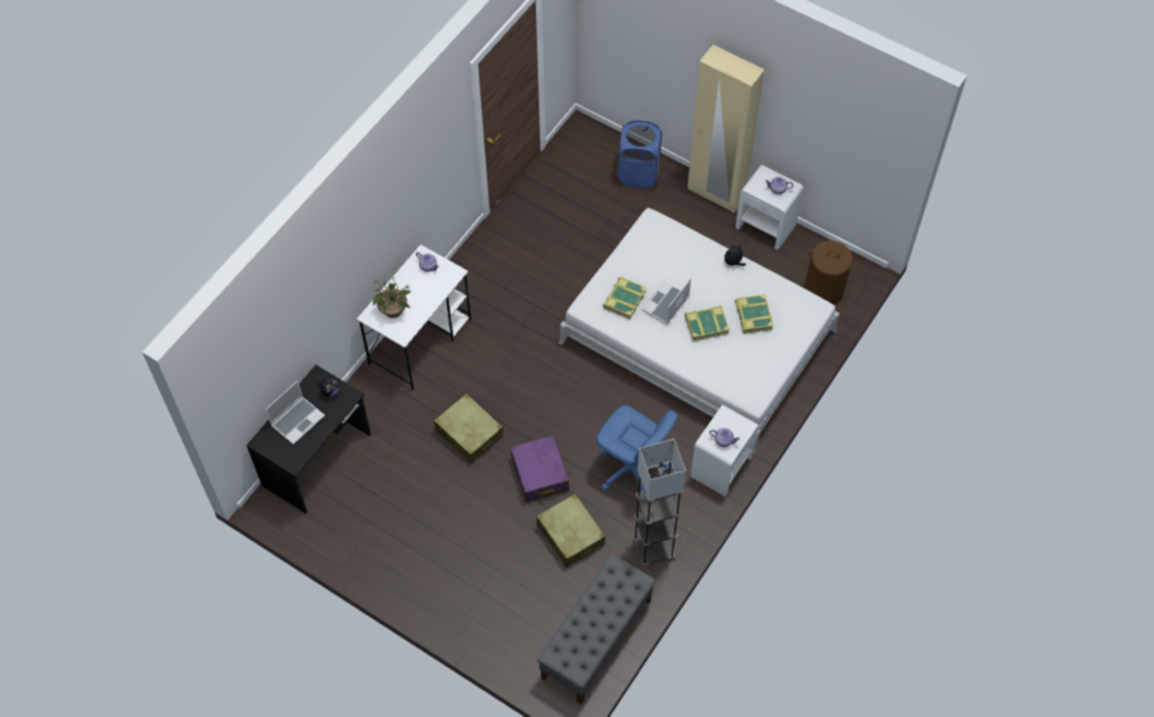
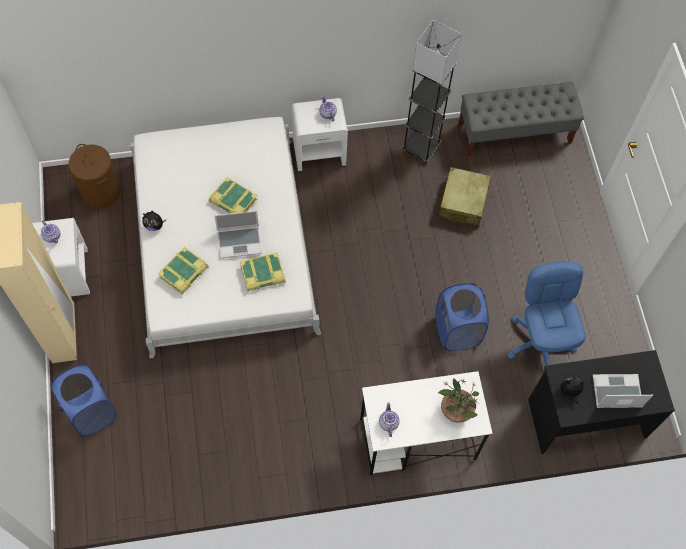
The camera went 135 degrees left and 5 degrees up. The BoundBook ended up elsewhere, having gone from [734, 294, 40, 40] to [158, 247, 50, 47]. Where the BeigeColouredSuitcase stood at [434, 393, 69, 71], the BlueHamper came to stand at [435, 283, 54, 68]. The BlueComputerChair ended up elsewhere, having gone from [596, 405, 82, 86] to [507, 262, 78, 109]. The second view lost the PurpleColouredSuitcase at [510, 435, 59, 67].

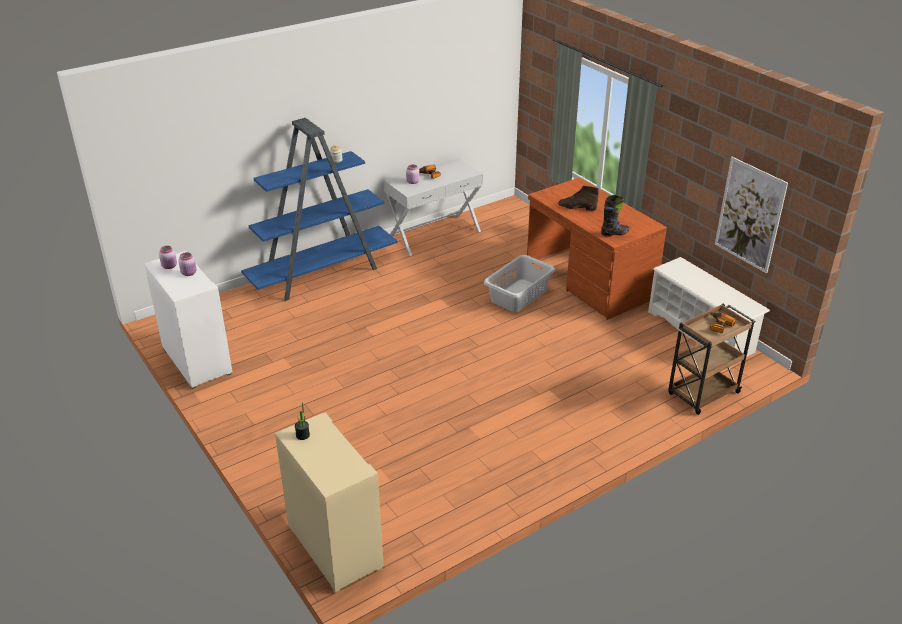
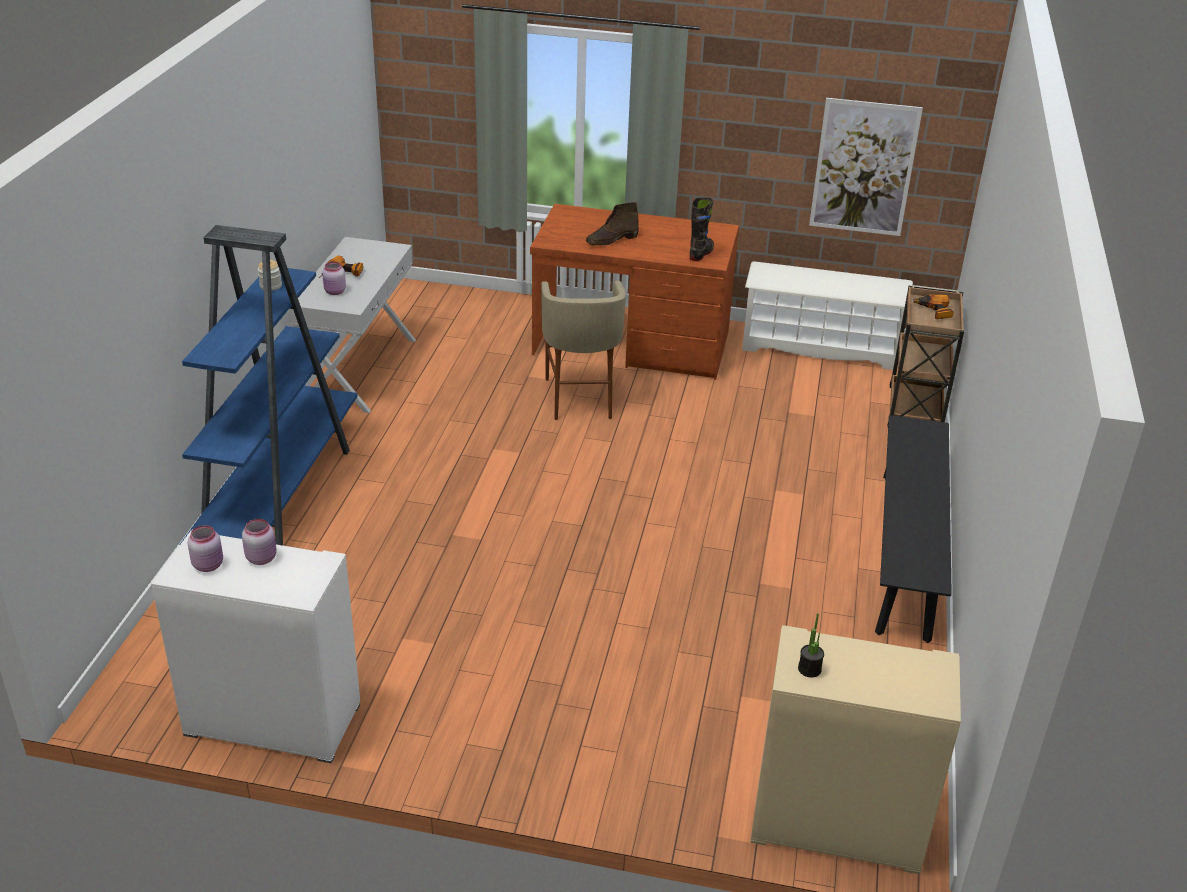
The camera went 45 degrees left and 0 degrees up. Where the GrayHamper stood at [484, 255, 71, 57], the BeigeColouredStool came to stand at [541, 281, 85, 139]. The second view gained the BlackColouredBench at [875, 415, 77, 228].

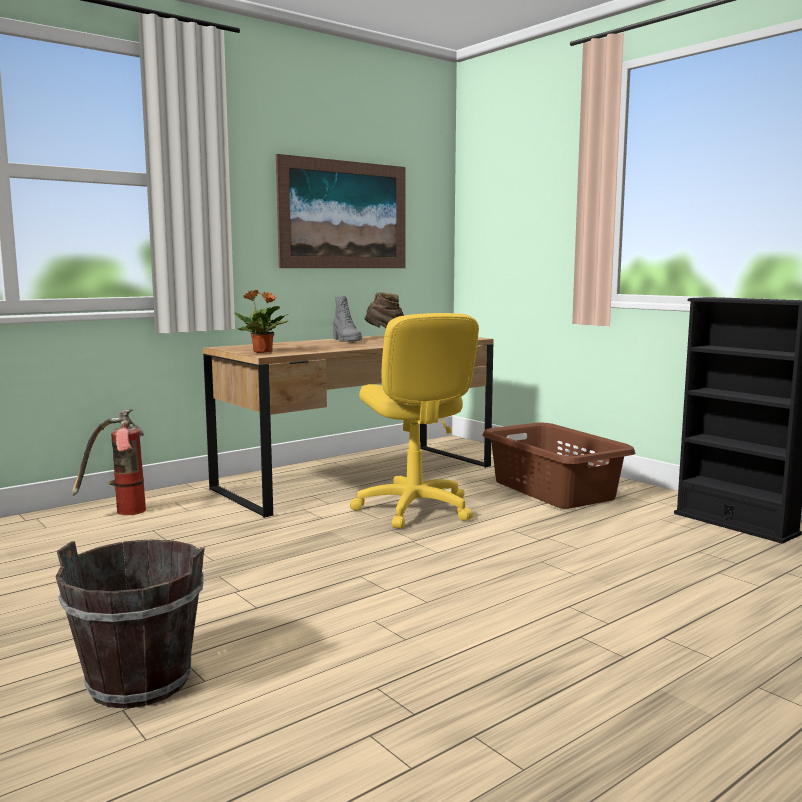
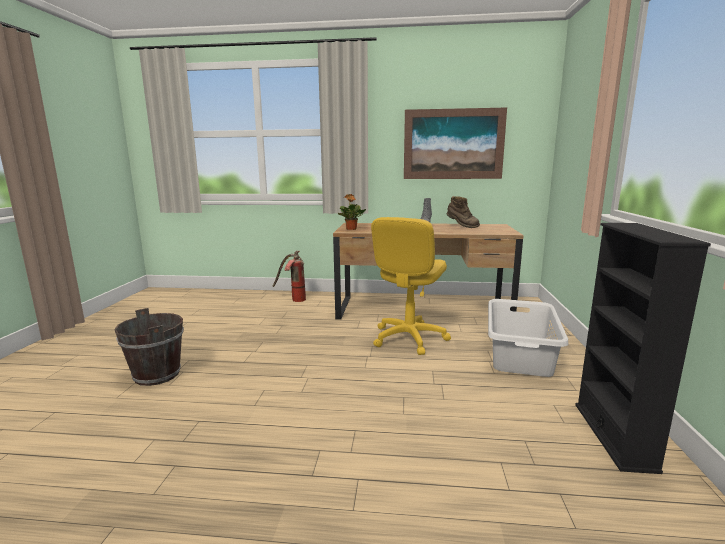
The camera went 45 degrees right and 5 degrees up. What was the BrownishHamper at [482, 422, 153, 87] turned into the WhiteColouredHamper at [488, 299, 81, 78].

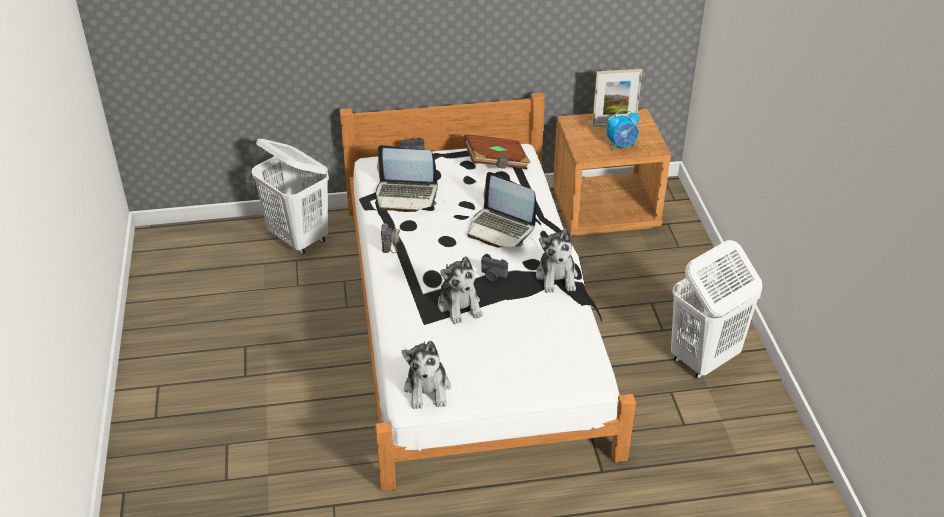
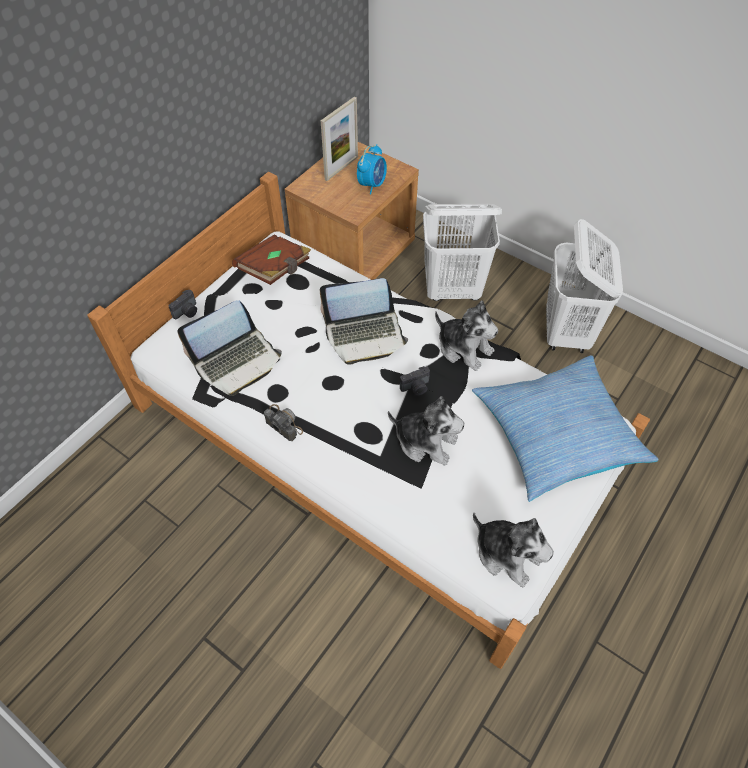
The camera went 45 degrees left and 15 degrees up. The WhiteColouredHamper ended up elsewhere, having gone from [251, 139, 78, 116] to [423, 204, 79, 97]. The second view gained the ThrowPillow at [472, 355, 187, 147].

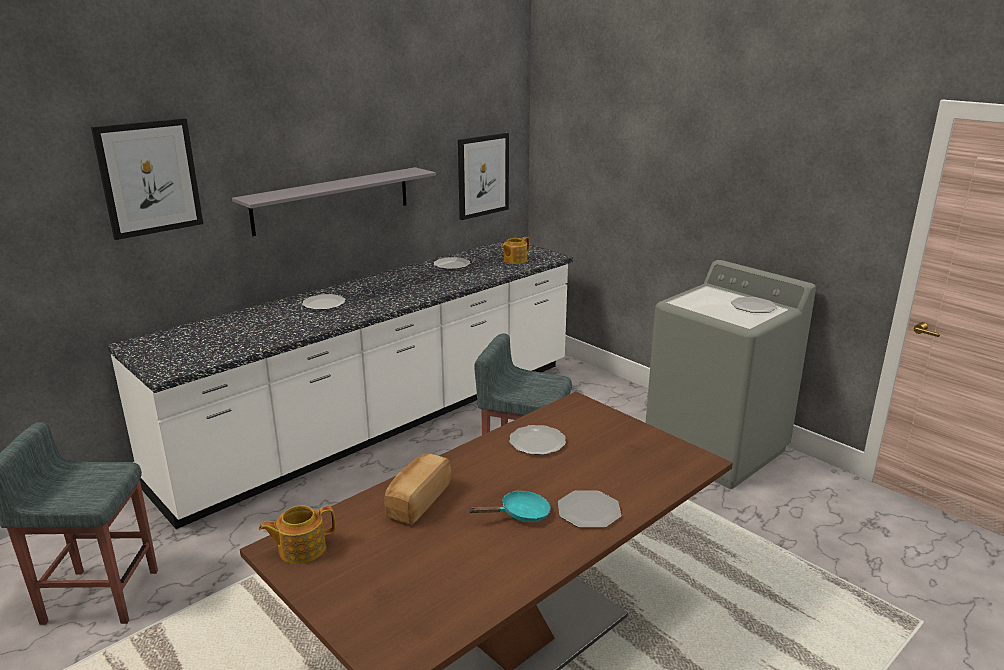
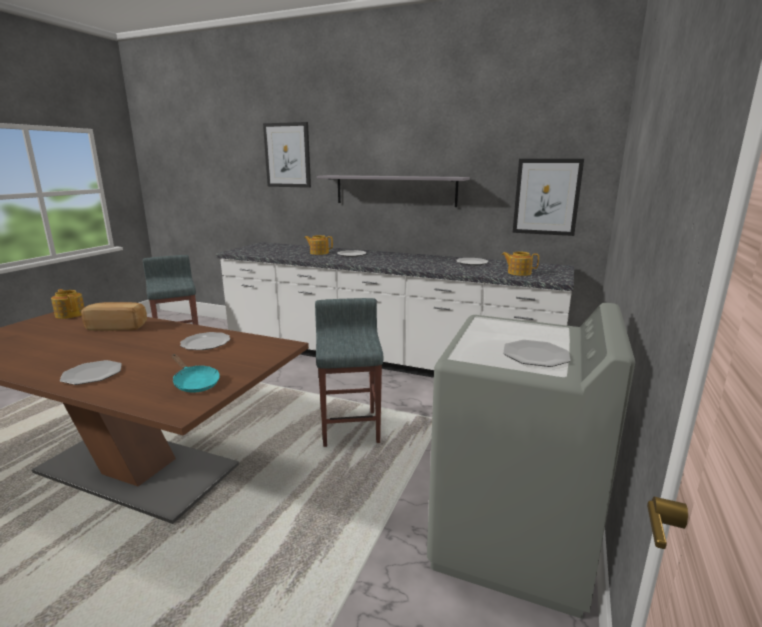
The camera went 65 degrees right and 5 degrees down. The BlueGreenPan ended up elsewhere, having gone from [469, 490, 82, 32] to [172, 354, 48, 39]. The second view gained the PotForTea at [304, 235, 29, 20].

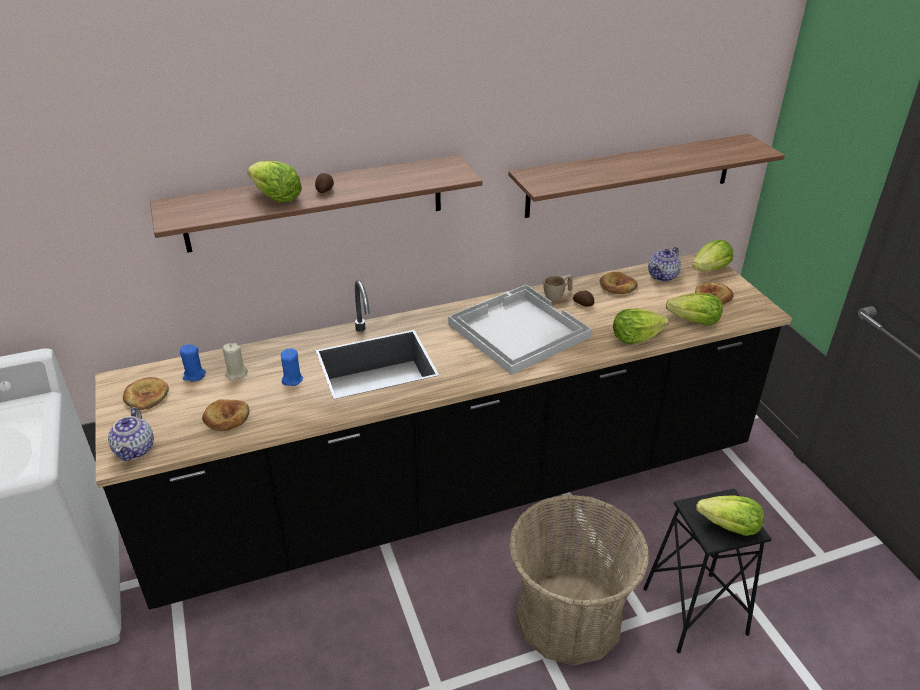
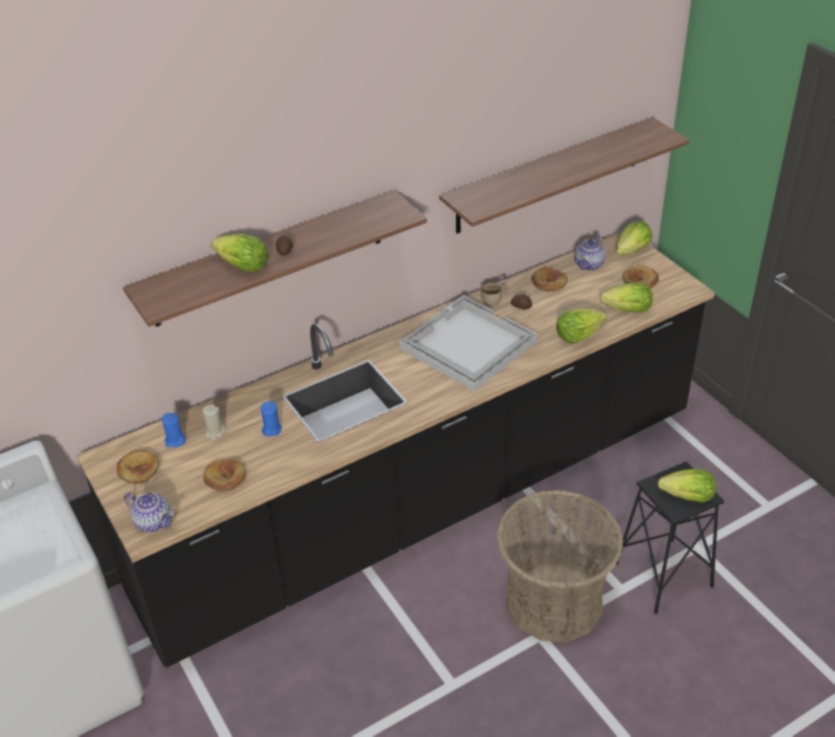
The camera went 10 degrees left and 5 degrees up. The PotForTea at [108, 407, 46, 54] ended up facing another way, 45 degrees counterclockwise from before.

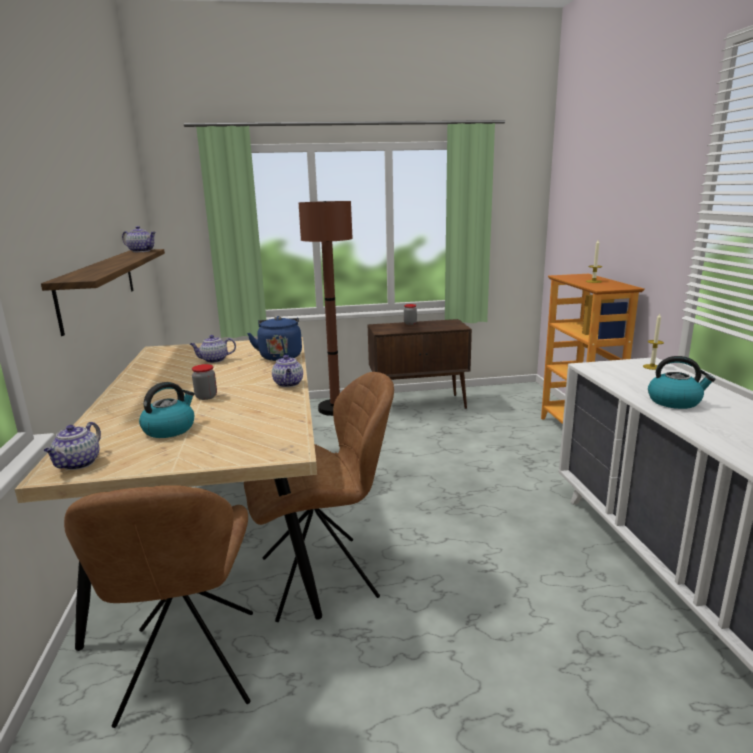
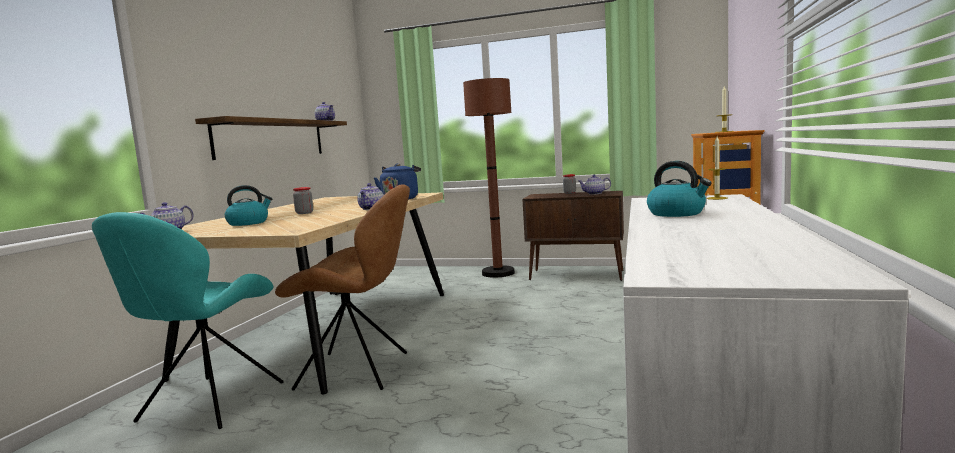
The camera went 25 degrees right and 10 degrees down. The PotForTea ended up elsewhere, having gone from [189, 335, 47, 28] to [578, 175, 33, 20]. What was the BrownishChair at [64, 485, 189, 243] turned into the BlueGreenChair at [92, 212, 192, 217].

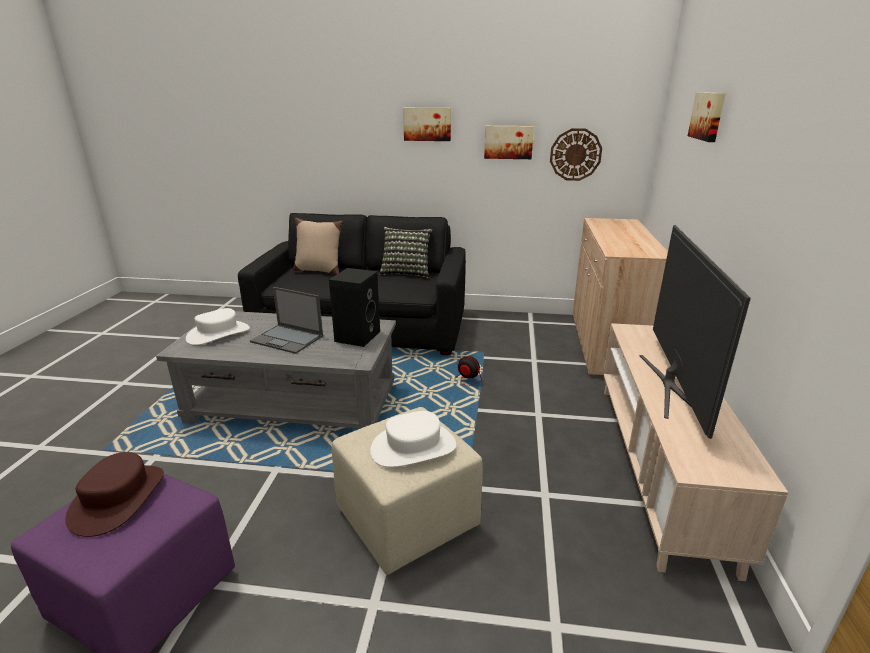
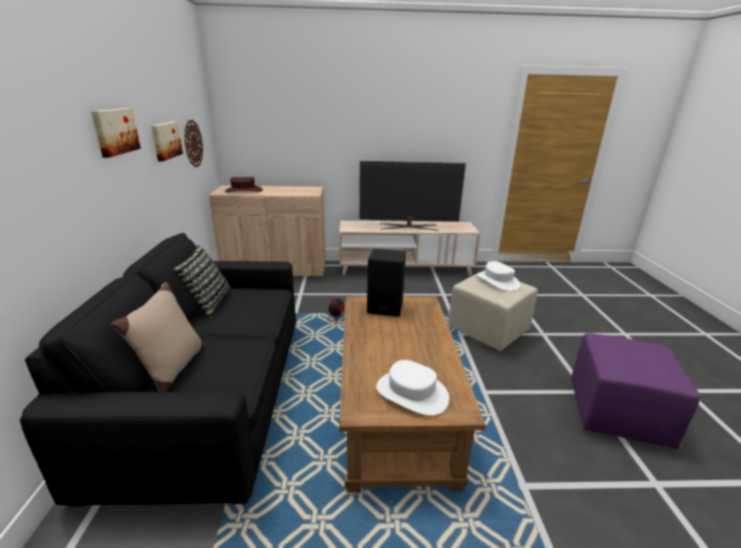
The camera went 100 degrees left and 0 degrees up. The second view lost the Picture at [688, 92, 38, 50]. The second view lost the PortableComputer at [250, 287, 73, 67]. What was the GrayCoffeeTable at [156, 311, 240, 118] turned into the BrownishCoffeeTable at [339, 296, 147, 197]. The BrownishClothingHat ended up elsewhere, having gone from [65, 452, 99, 85] to [224, 177, 39, 15].

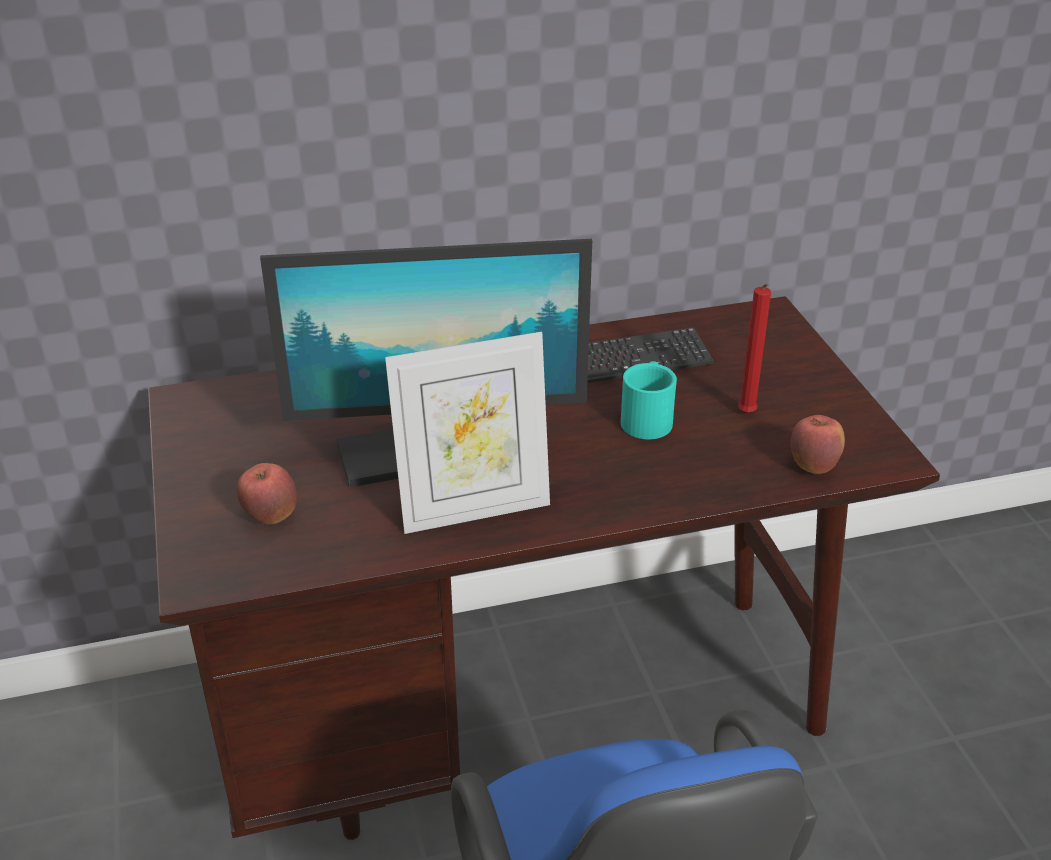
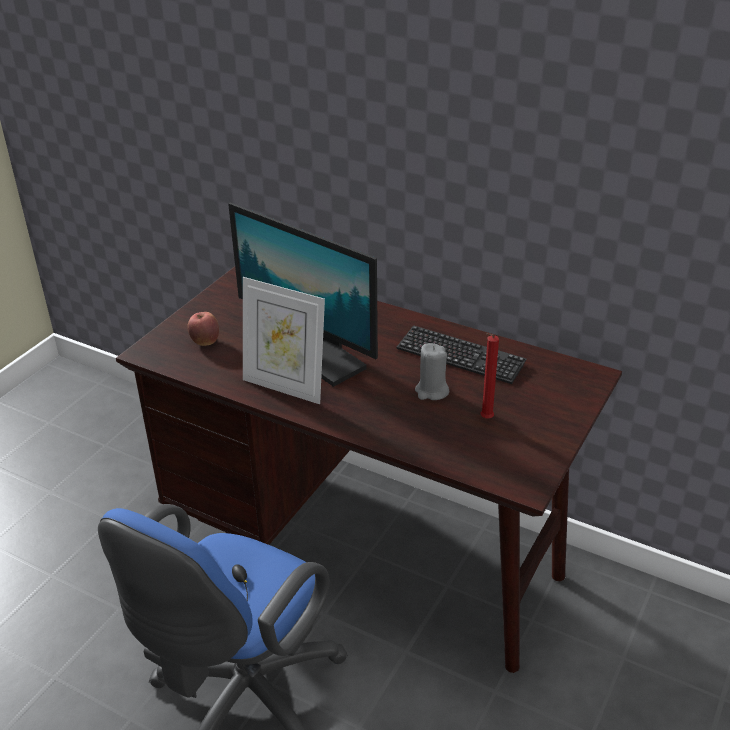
The camera went 45 degrees right and 0 degrees up. Where the BlueGreenCoffeeMug stood at [621, 361, 56, 79], the GrayCandle came to stand at [415, 343, 34, 57]. The second view lost the AppleFruit at [791, 415, 54, 59].

